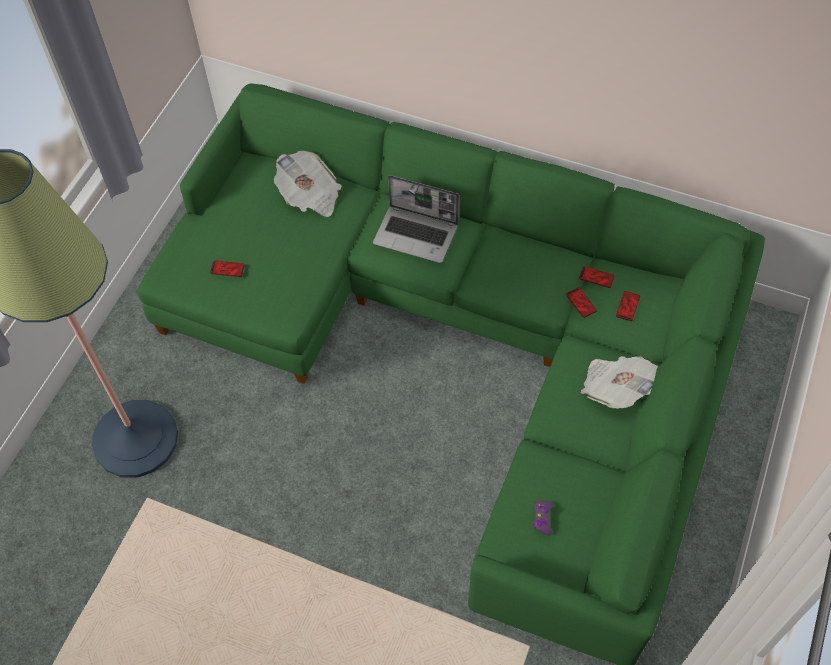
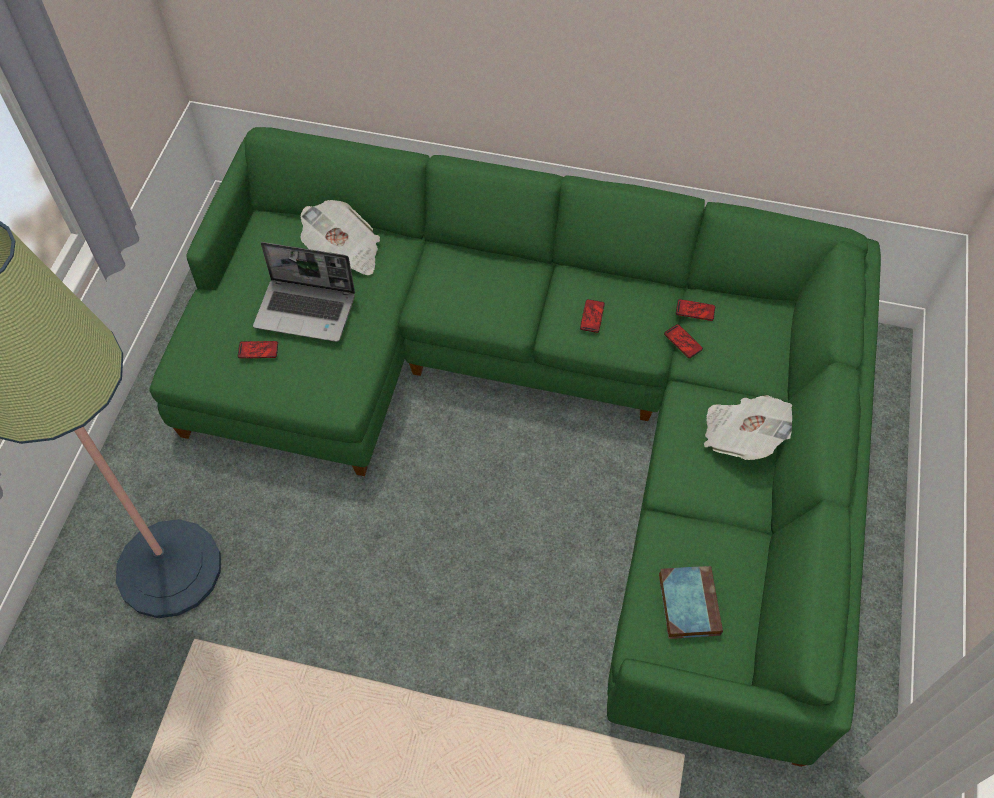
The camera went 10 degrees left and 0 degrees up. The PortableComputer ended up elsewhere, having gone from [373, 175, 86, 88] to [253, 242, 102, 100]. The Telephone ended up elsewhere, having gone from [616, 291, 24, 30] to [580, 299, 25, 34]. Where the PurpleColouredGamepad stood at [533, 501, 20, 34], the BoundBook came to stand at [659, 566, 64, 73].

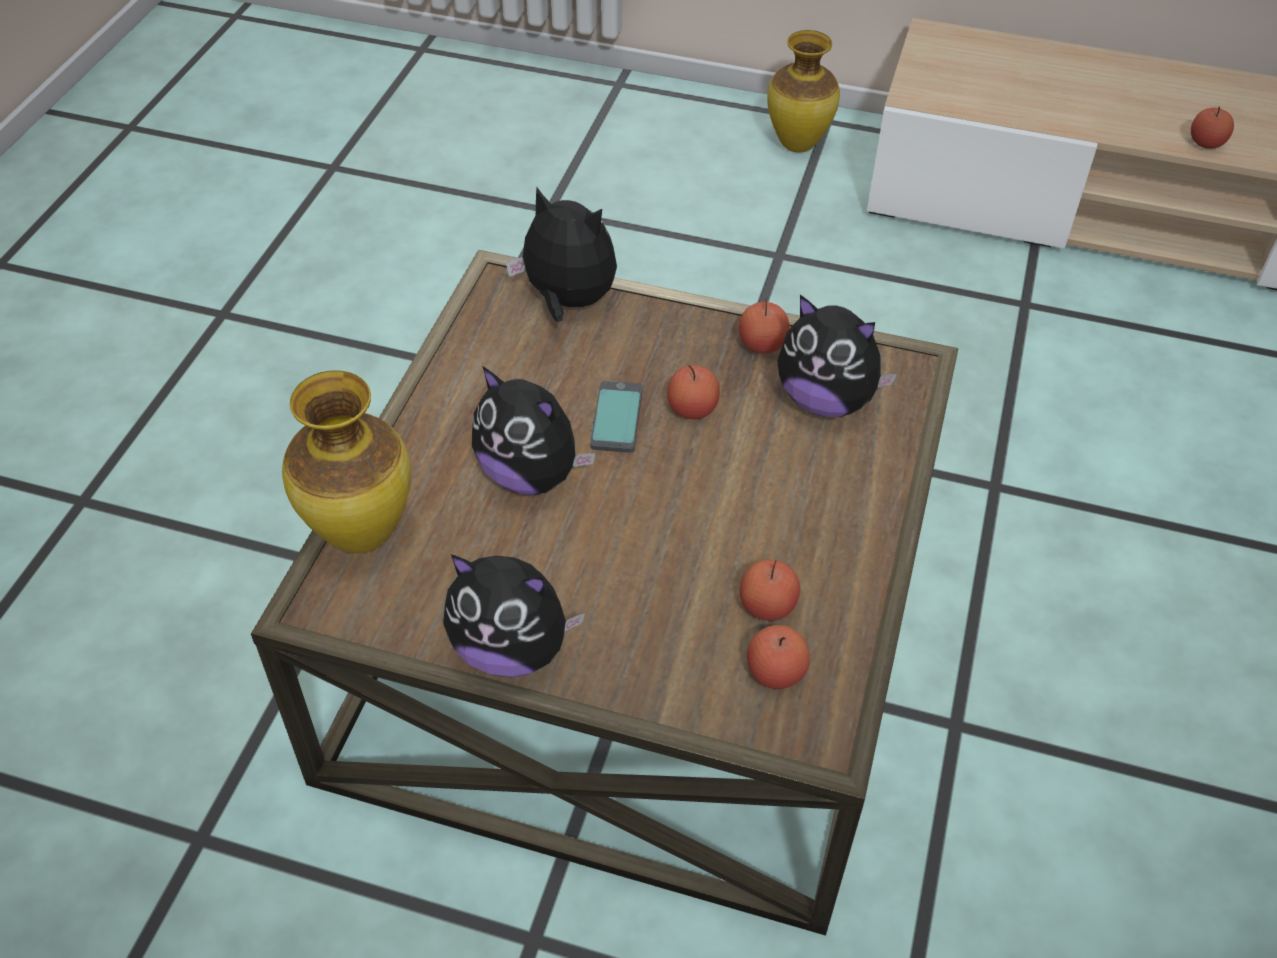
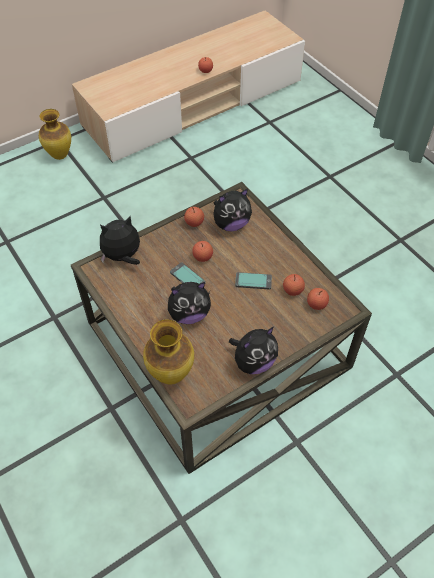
The camera went 50 degrees left and 5 degrees up. The second view gained the Telephone at [235, 272, 37, 18].

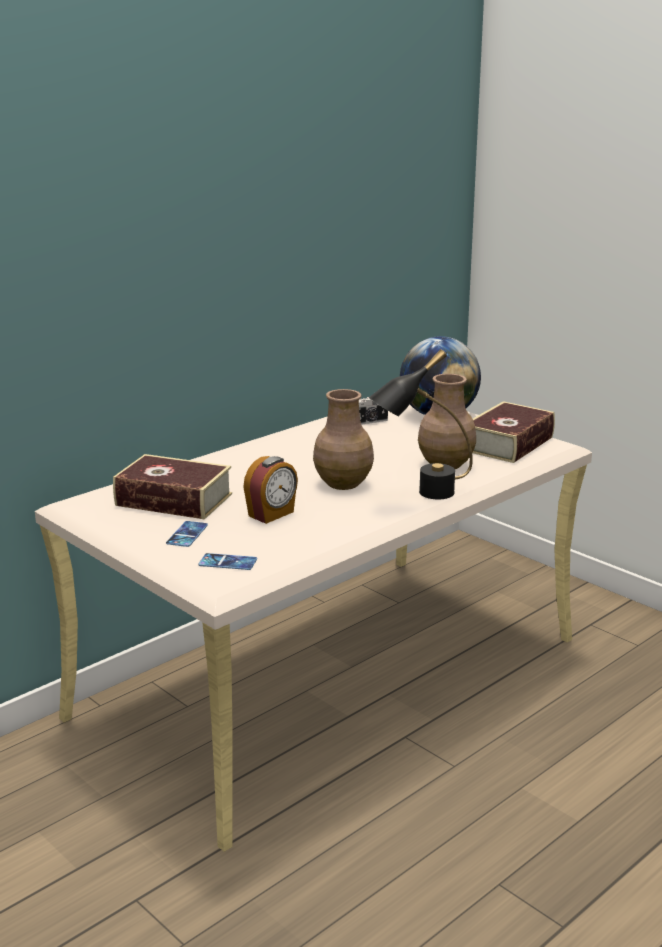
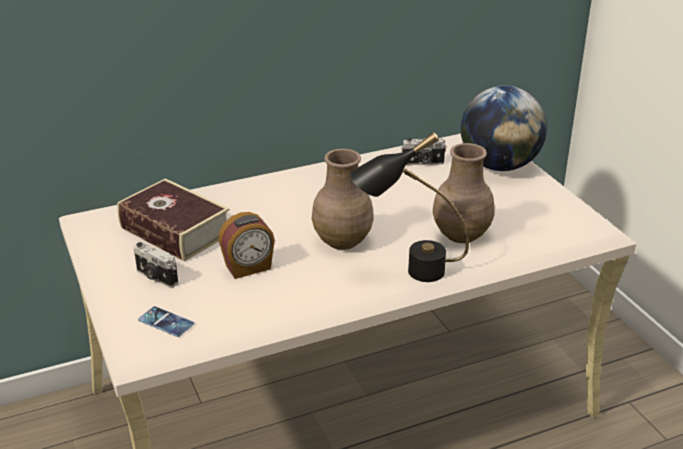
The camera went 20 degrees right and 10 degrees up. The second view lost the BoundBook at [472, 401, 83, 62]. Where the Telephone stood at [166, 521, 42, 26], the StillCamera came to stand at [134, 242, 44, 46].

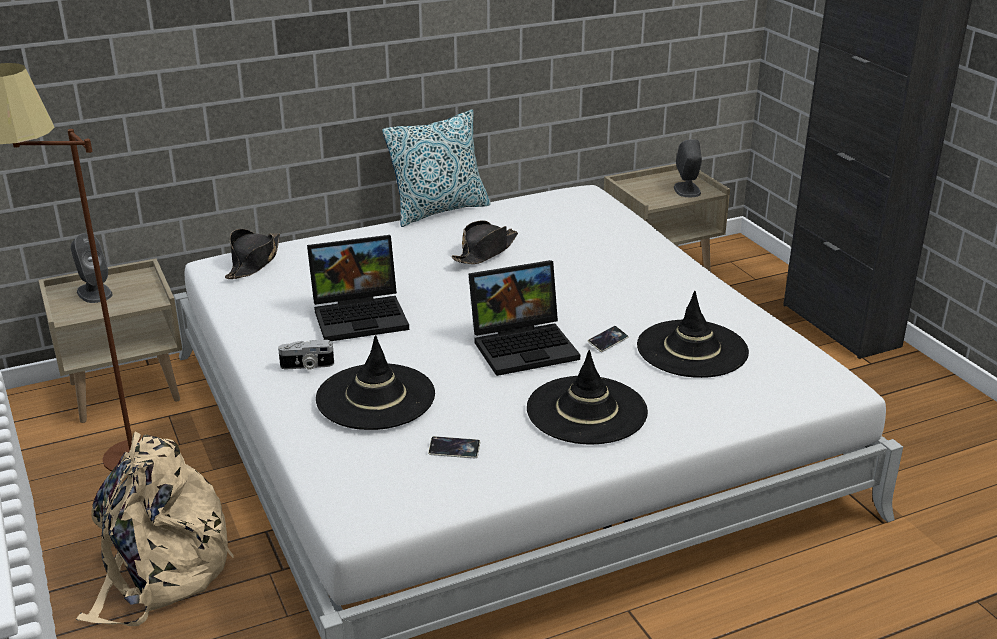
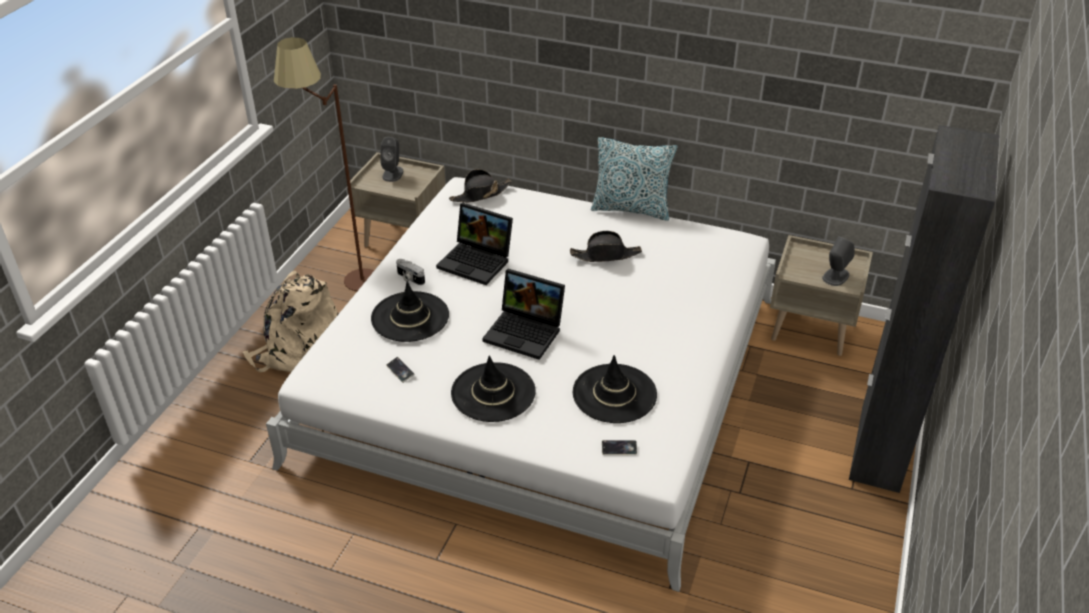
The camera went 45 degrees right and 10 degrees up. The Telephone ended up elsewhere, having gone from [587, 326, 42, 26] to [602, 440, 35, 15].

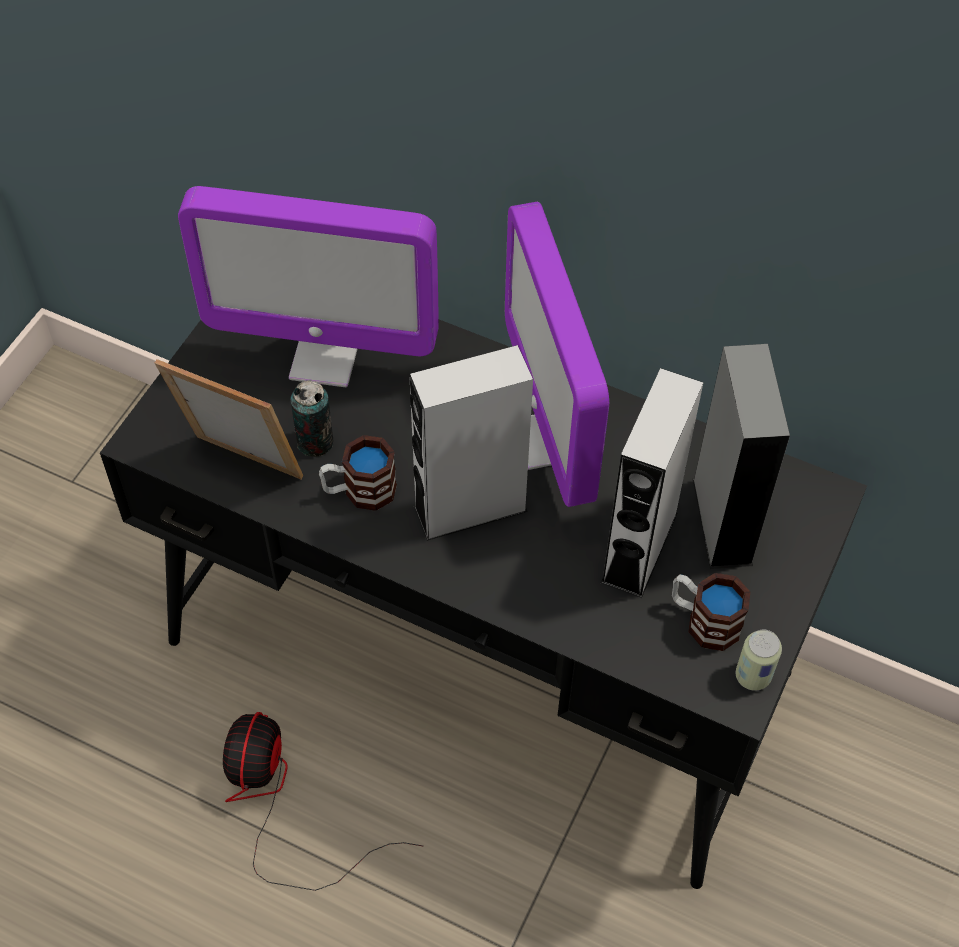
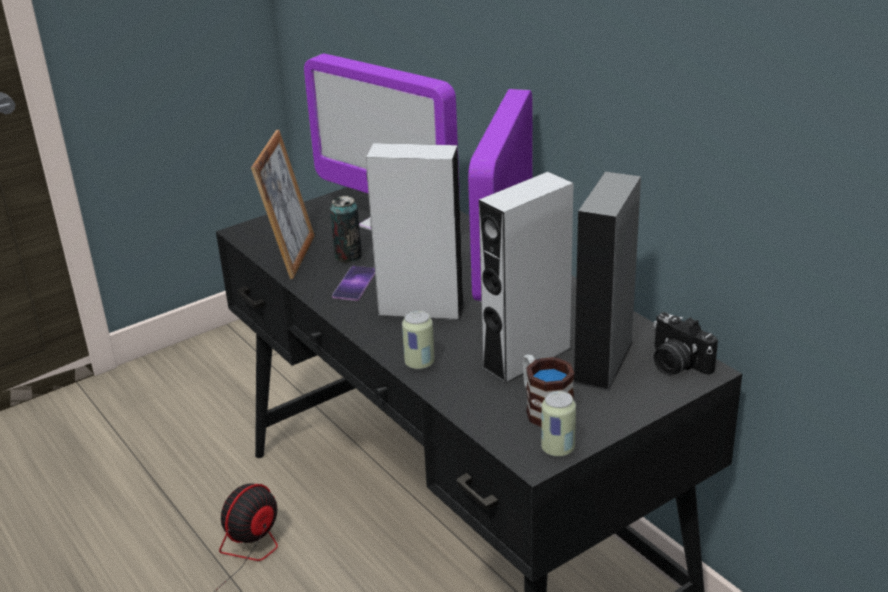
The camera went 30 degrees right and 25 degrees down. The PictureFrame at [155, 359, 148, 121] ended up facing another way, 45 degrees clockwise from before. Where the CoffeeMug stood at [319, 435, 78, 76], the Telephone came to stand at [332, 266, 43, 35]. The second view gained the Can at [402, 310, 33, 60]. The second view gained the StillCamera at [653, 312, 65, 64].

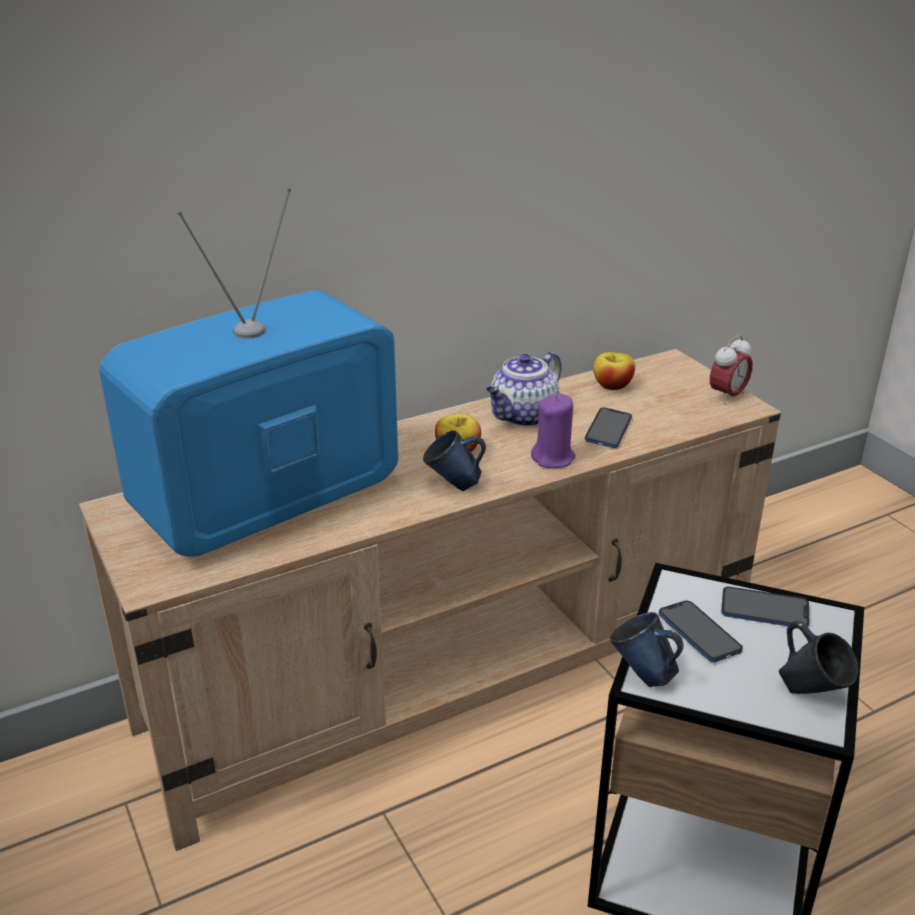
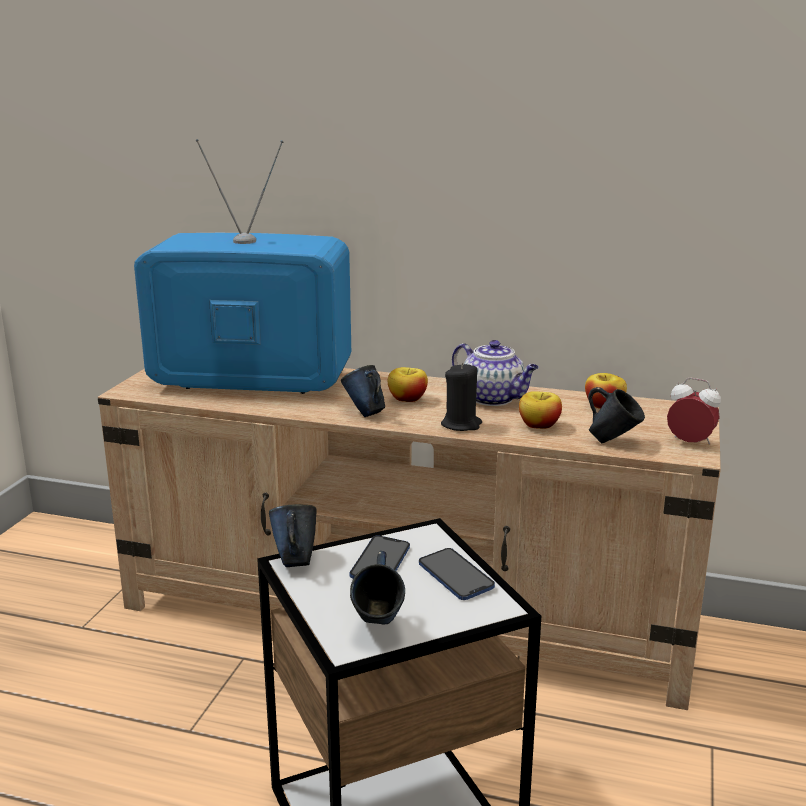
The camera went 45 degrees right and 10 degrees down. The BedsideClock at [710, 335, 43, 70] ended up facing another way, 150 degrees counterclockwise from before. The PotForTea at [486, 352, 76, 74] ended up facing another way, 135 degrees counterclockwise from before. What was the PurpleColouredCandle at [531, 394, 45, 74] turned into the BlackColouredCandle at [441, 363, 41, 68]. Where the Telephone stood at [585, 407, 47, 41], the AppleFruit came to stand at [519, 391, 43, 38]. The second view gained the BlueCoffeeMug at [588, 387, 57, 56].

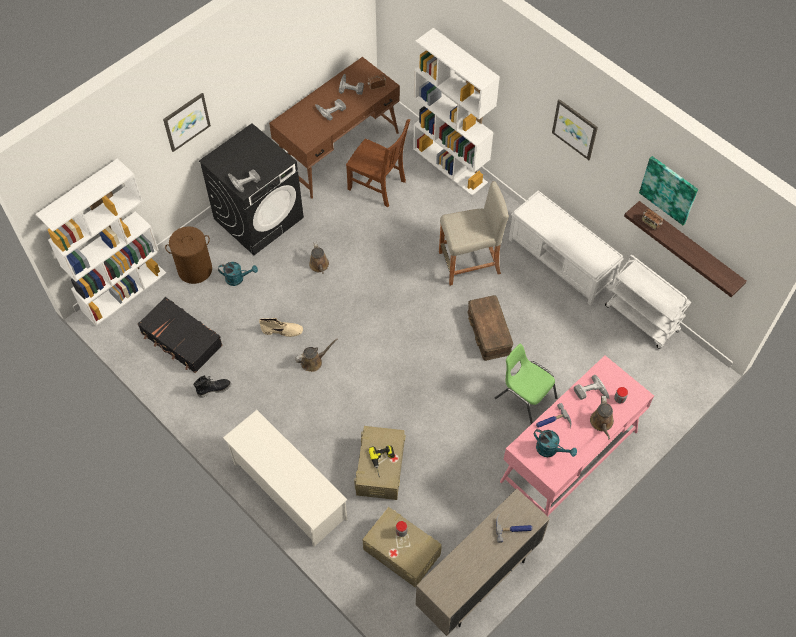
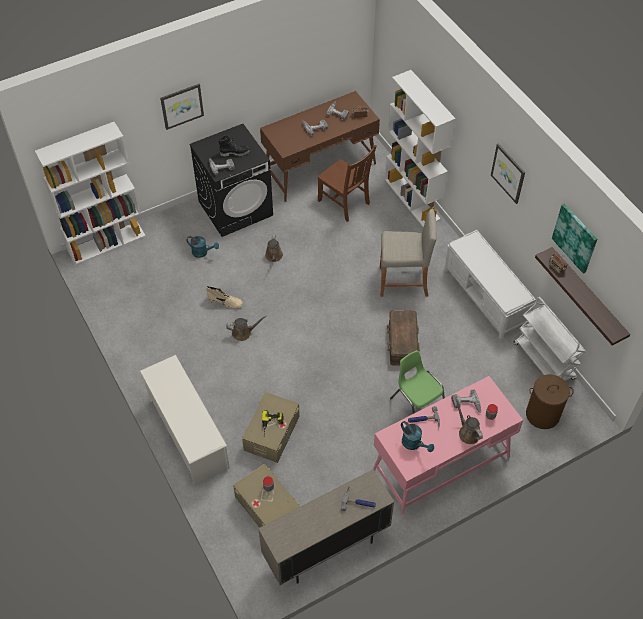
The camera went 15 degrees right and 5 degrees down. The BrownishHamper ended up elsewhere, having gone from [165, 226, 47, 58] to [526, 374, 48, 55]. The second view lost the BlackColouredSuitcase at [137, 297, 86, 76]. The BlackColouredHighTopBoot ended up elsewhere, having gone from [193, 375, 38, 23] to [218, 135, 32, 22]. The BrownishWateringPot at [590, 396, 24, 43] ended up facing another way, 135 degrees clockwise from before.

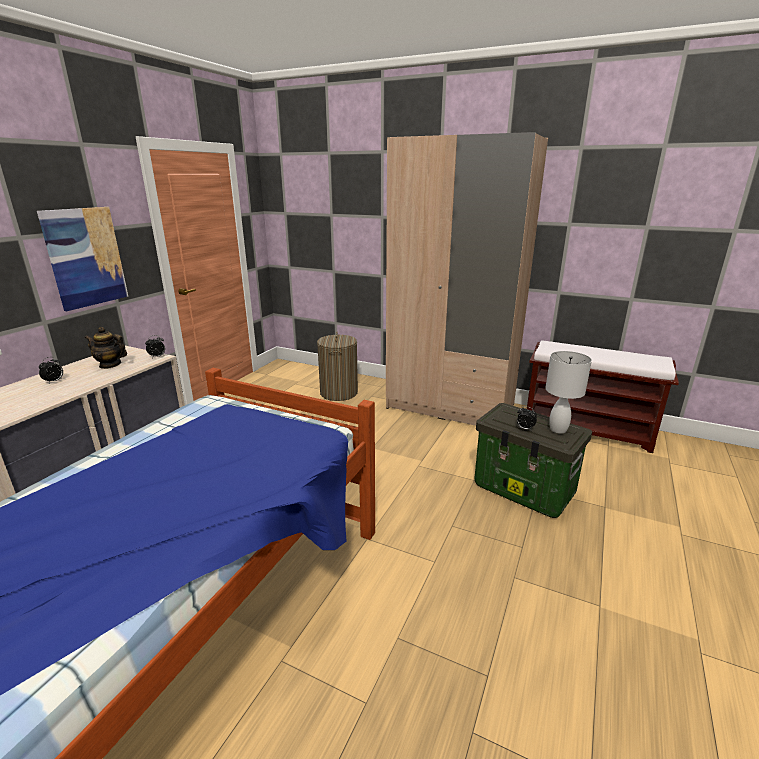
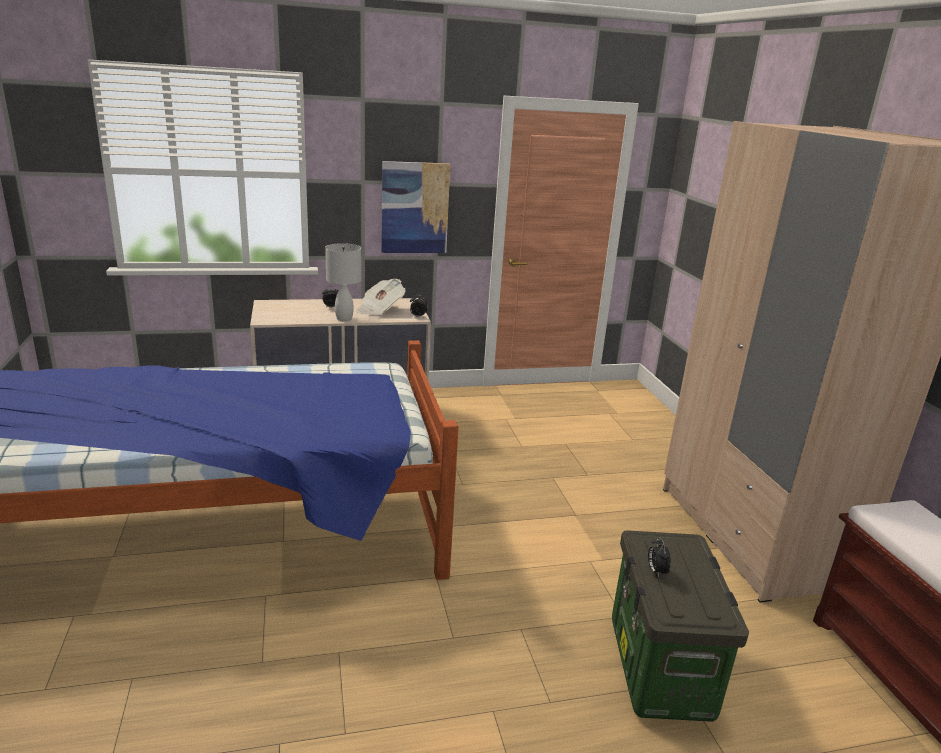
The camera went 50 degrees right and 0 degrees up. Where the PotForTea stood at [85, 327, 42, 42], the PrintedPaper came to stand at [356, 279, 50, 36]. The second view lost the Hamper at [317, 332, 41, 69]. The WhiteColouredLampForATable ended up elsewhere, having gone from [545, 351, 47, 83] to [325, 243, 36, 78].

